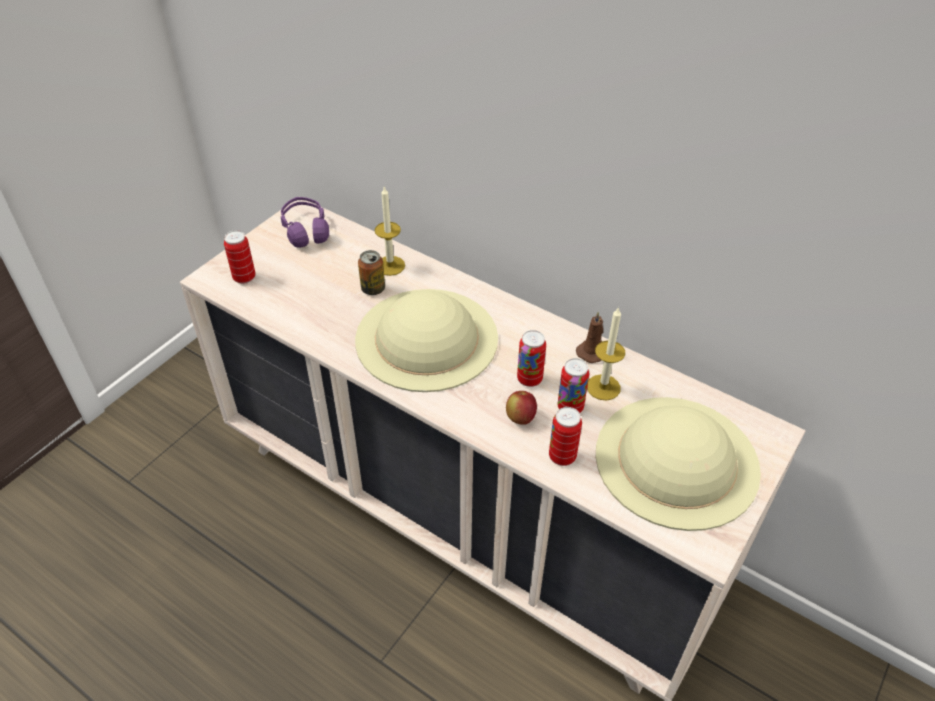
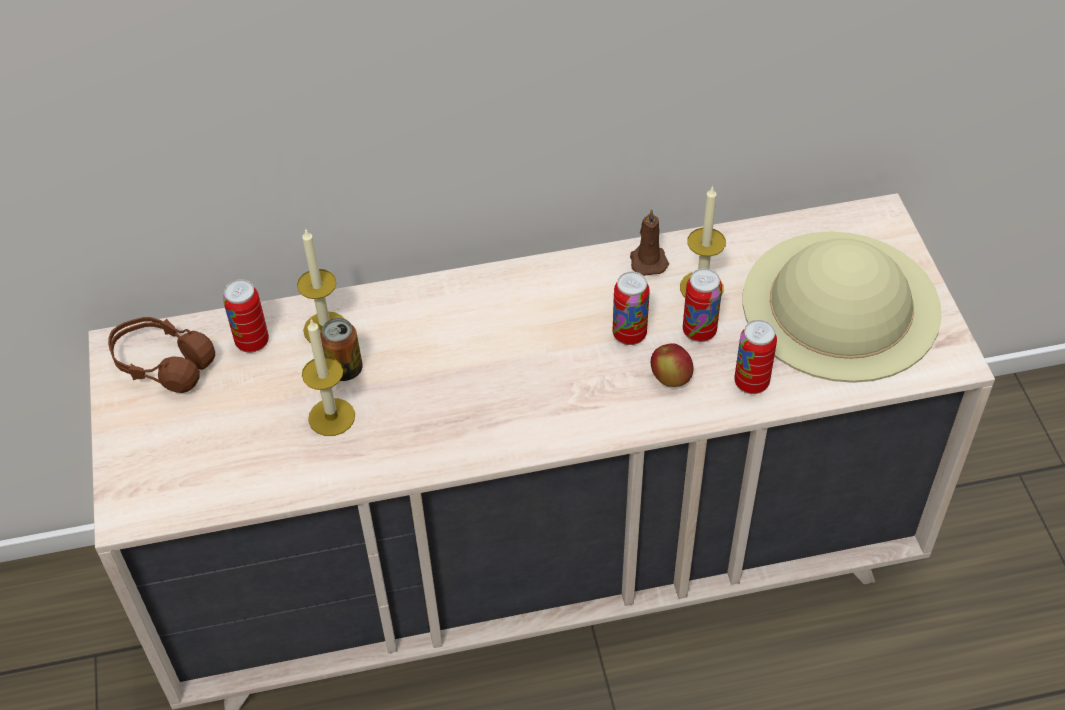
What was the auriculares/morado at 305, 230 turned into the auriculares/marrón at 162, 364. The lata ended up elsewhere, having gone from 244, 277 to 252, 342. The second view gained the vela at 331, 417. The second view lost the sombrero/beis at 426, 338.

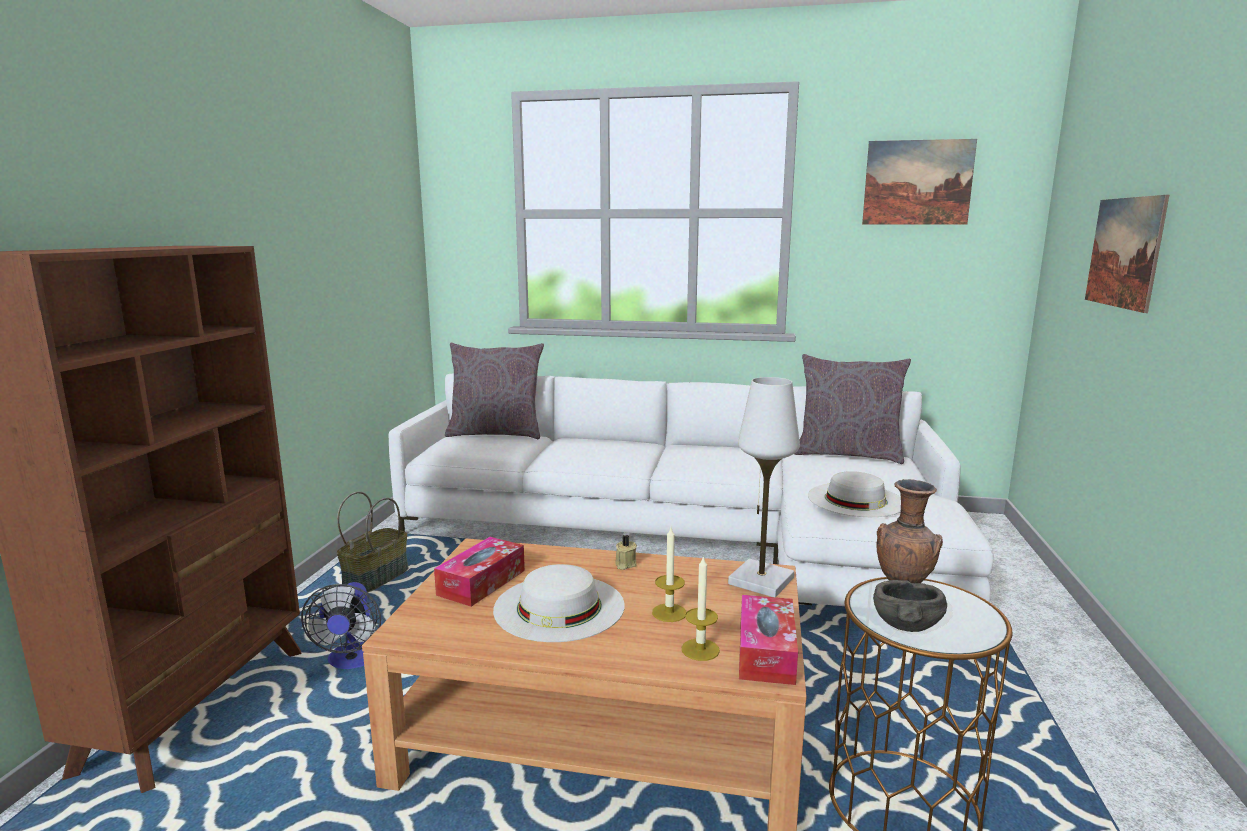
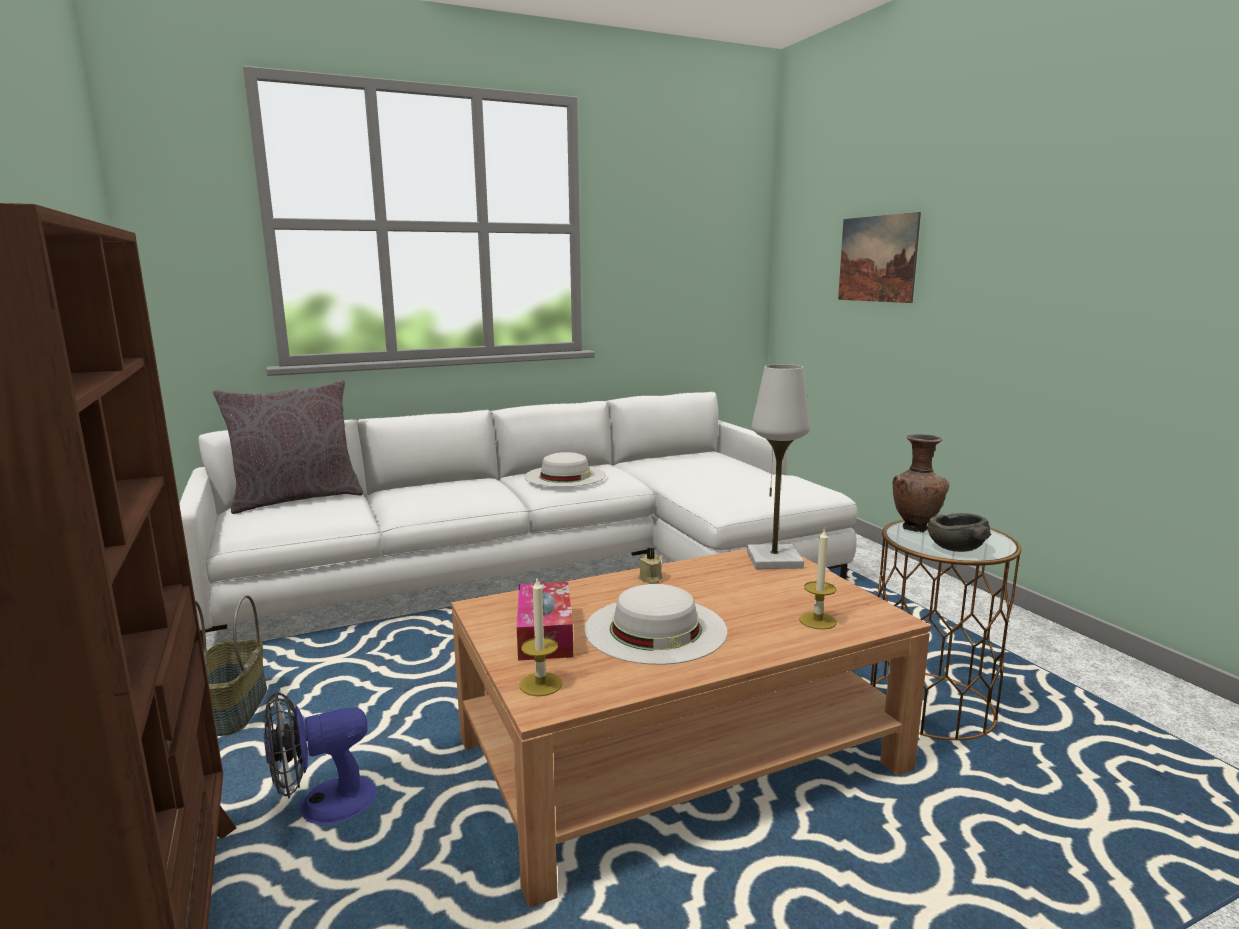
The ventilador at 353, 661 ended up facing another way, 105 degrees clockwise from before. The vela ended up elsewhere, having gone from 669, 613 to 541, 684. The sombrero/blanco ended up elsewhere, having gone from 855, 499 to 565, 476. The second view lost the caja de pañuelos at 766, 652. The second view lost the cojín/gris at 847, 454. The second view lost the cuadro at 917, 182.

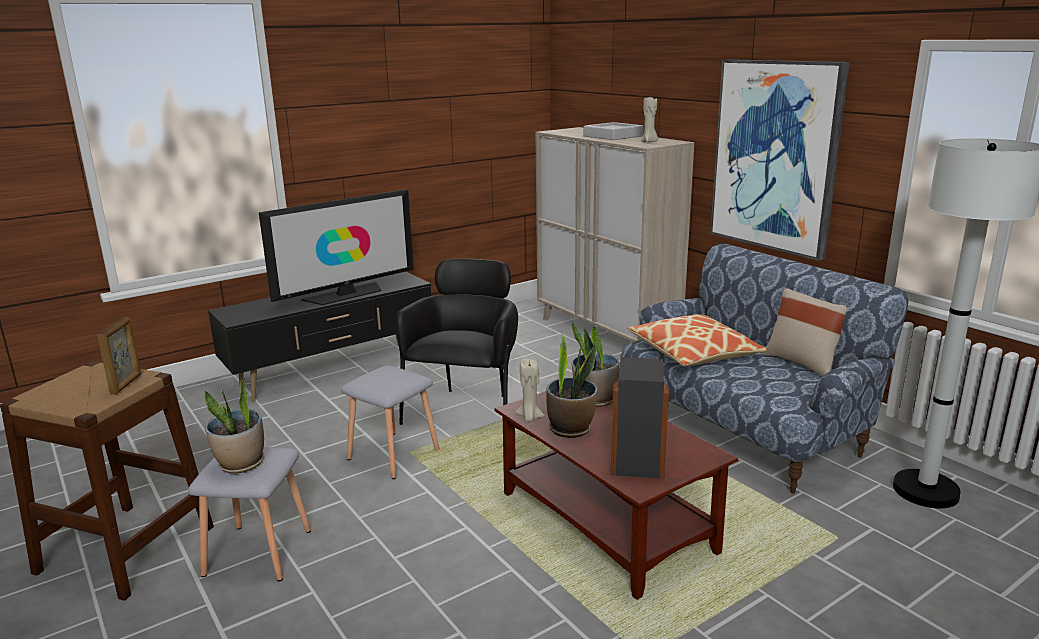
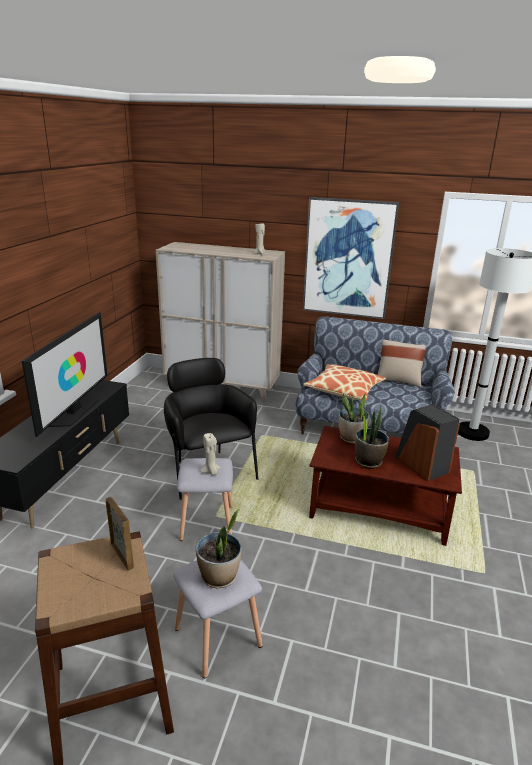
The vela/beis ended up elsewhere, having gone from 529, 417 to 211, 472. The second view lost the bandeja/gris at 613, 136.

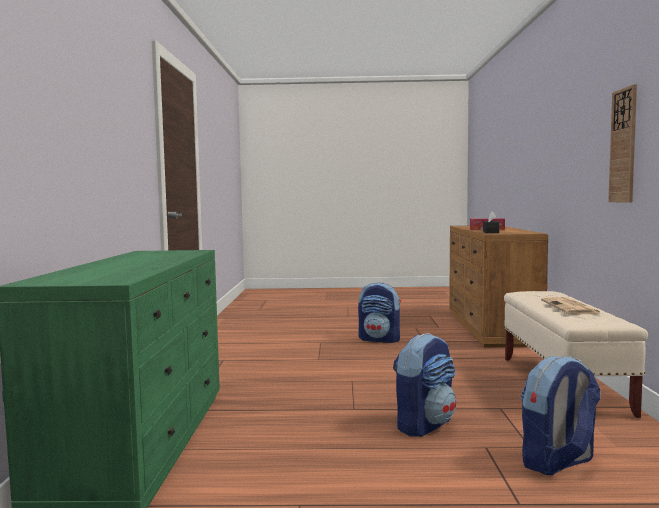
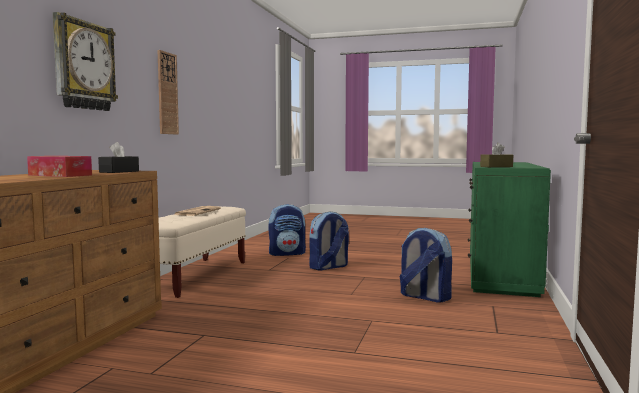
The second view gained the reloj de pared at 83, 65. The mochila ended up elsewhere, having gone from 380, 339 to 424, 297. The second view gained the caja de pañuelos/marrón at 496, 166.

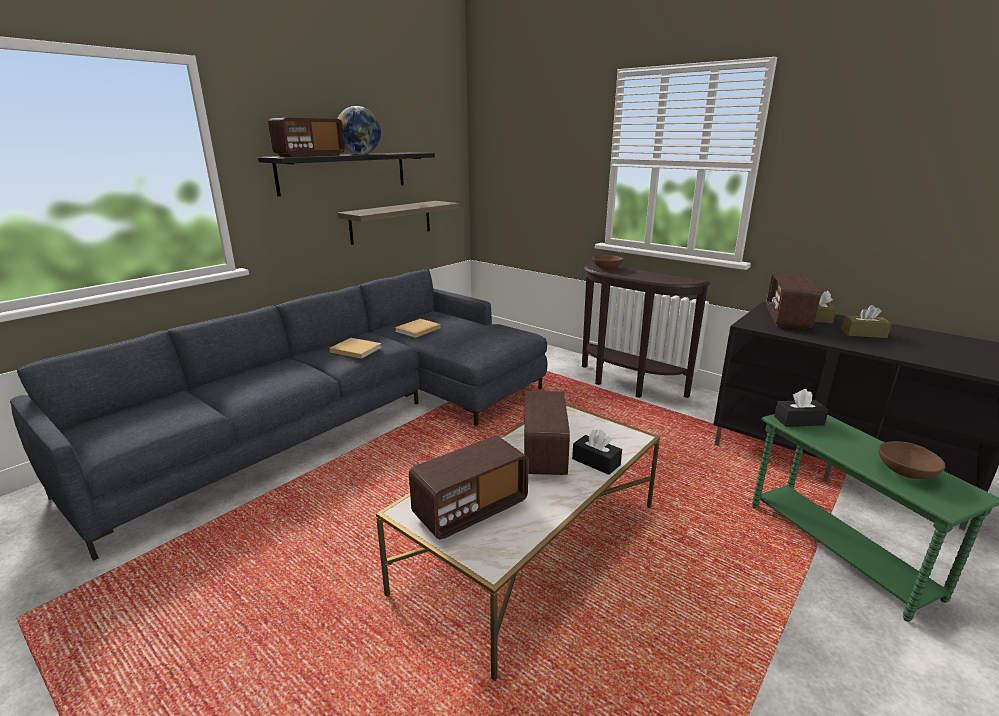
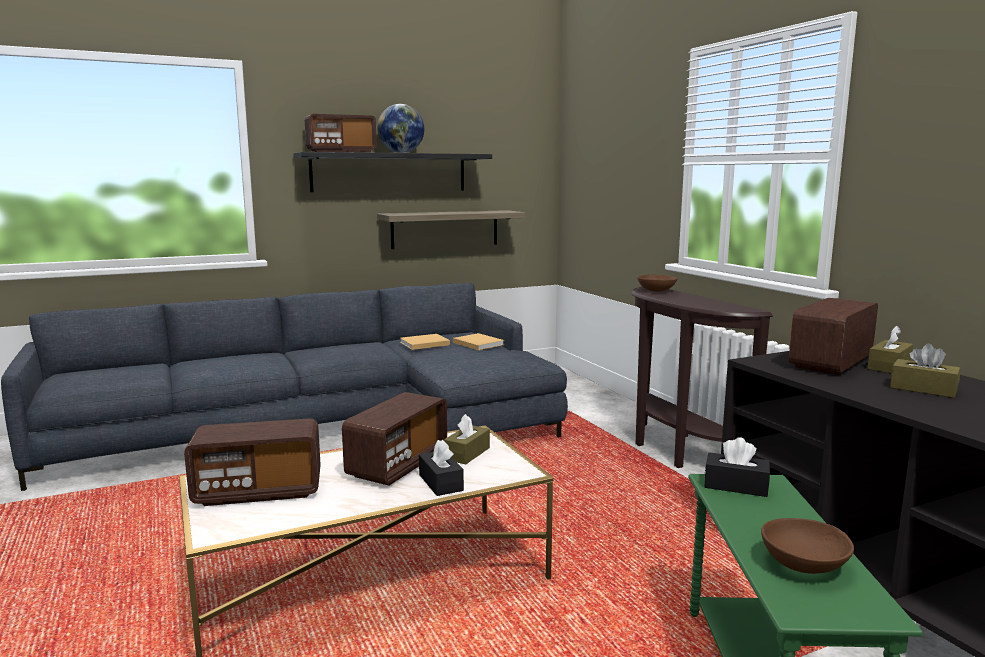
The second view gained the caja de pañuelos/marrón at 467, 453. The libro/beis ended up elsewhere, having gone from 355, 349 to 477, 343.

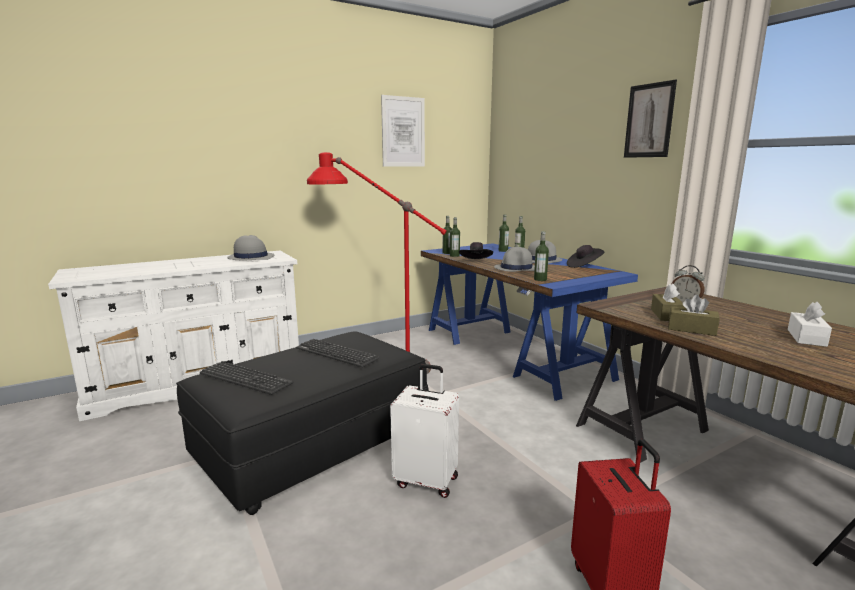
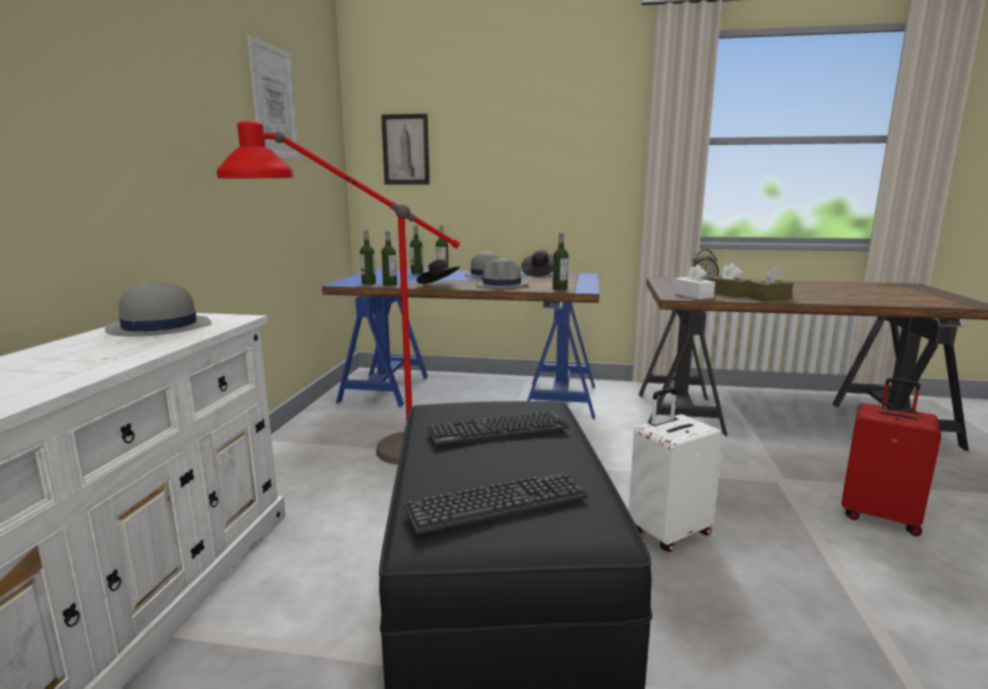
The cuadro ended up elsewhere, having gone from 649, 121 to 406, 149. The caja de pañuelos/blanco ended up elsewhere, having gone from 806, 338 to 693, 295.

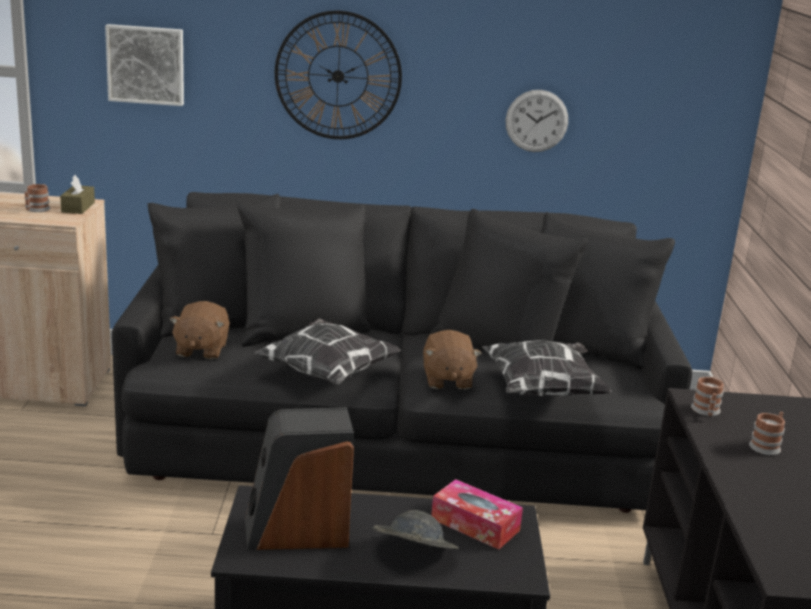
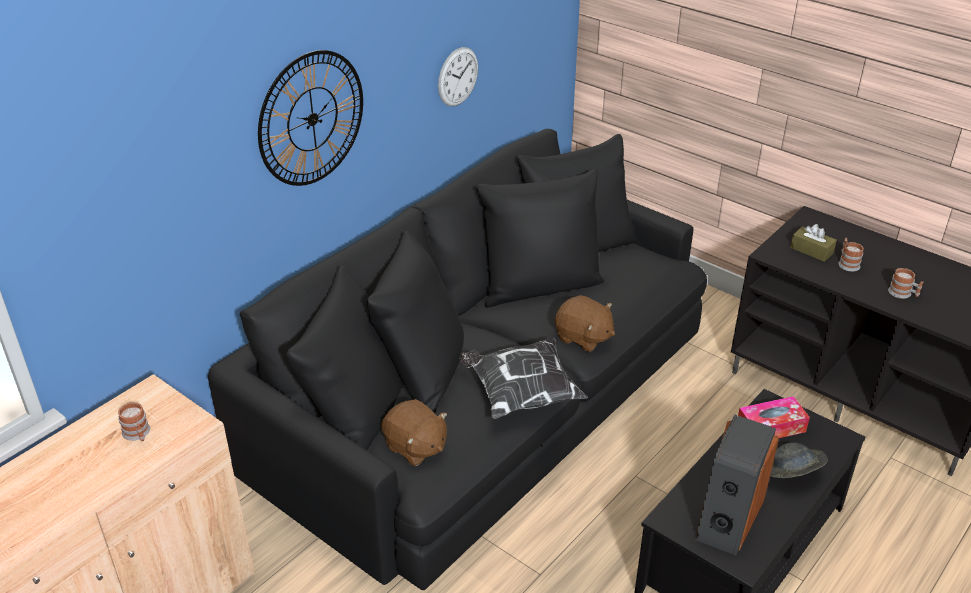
The caja de pañuelos/marrón ended up elsewhere, having gone from 78, 207 to 811, 250. The taza grande ended up elsewhere, having gone from 706, 412 to 903, 294. The second view lost the cuadro at 146, 64. The second view lost the cojín at 543, 390.

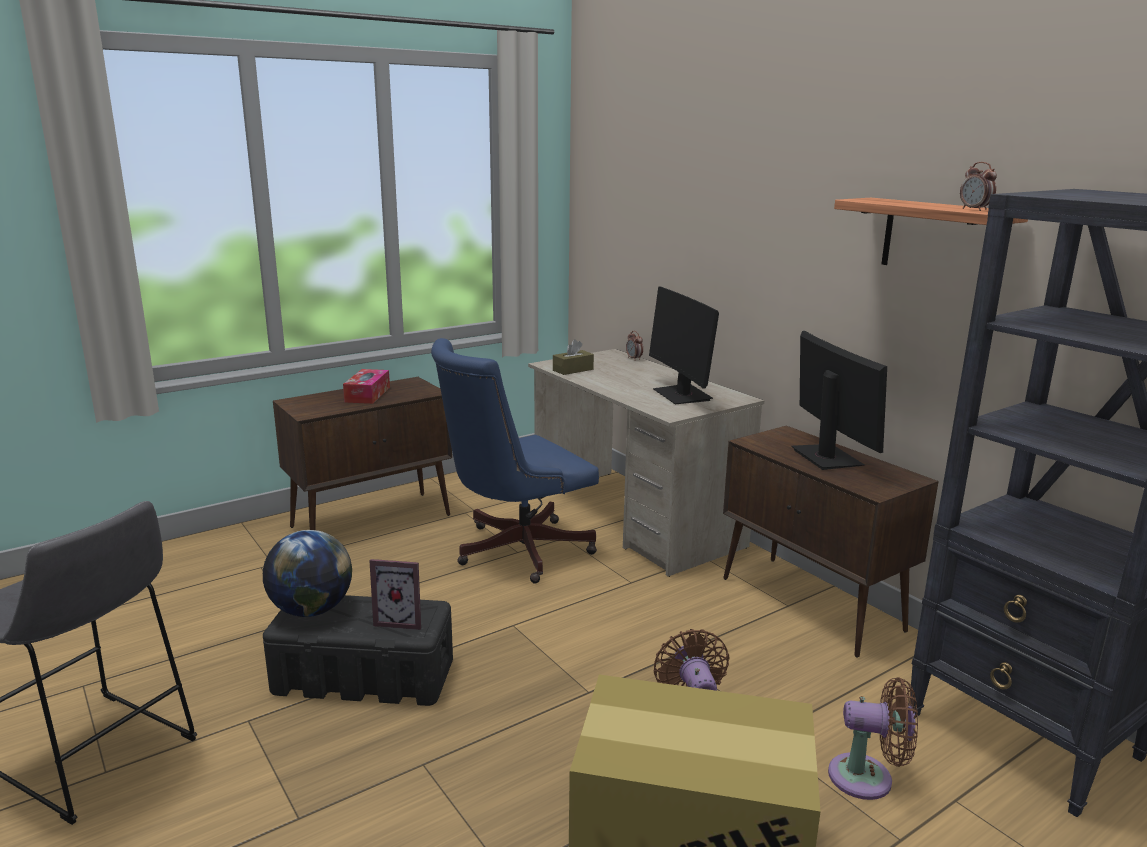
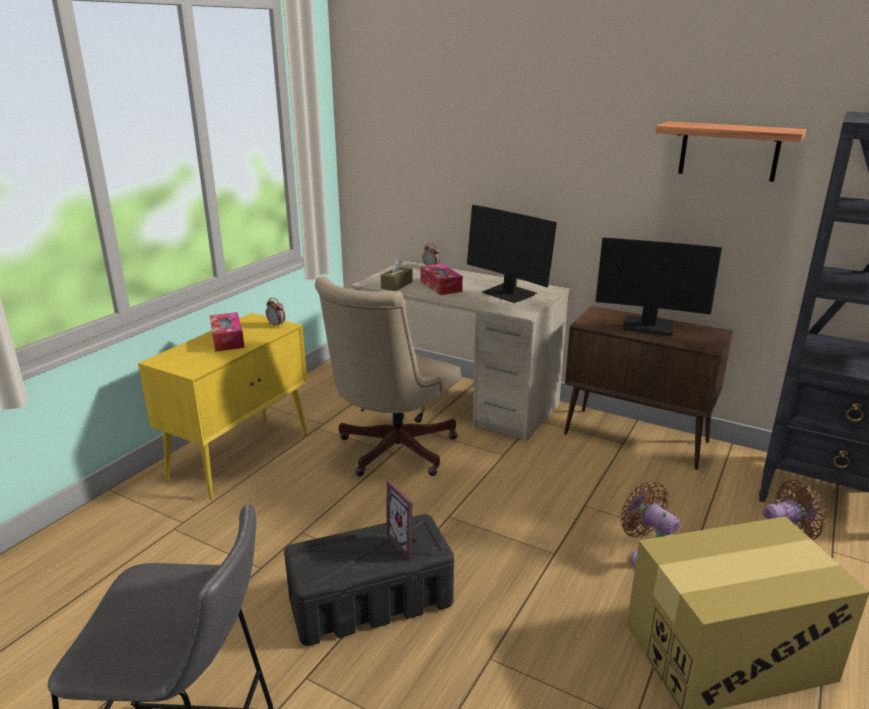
What was the armario/marrón at 373, 520 turned into the armario/amarillo at 241, 455. The despertador ended up elsewhere, having gone from 974, 210 to 276, 325. What was the silla de oficina/azul at 514, 551 turned into the silla de oficina/beis at 391, 452. The portarretratos at 401, 620 ended up facing another way, 75 degrees clockwise from before. The second view gained the caja de pañuelos at 441, 286. The monitor at 826, 457 ended up facing another way, 150 degrees clockwise from before. The second view lost the globo terráqueo at 311, 610.

